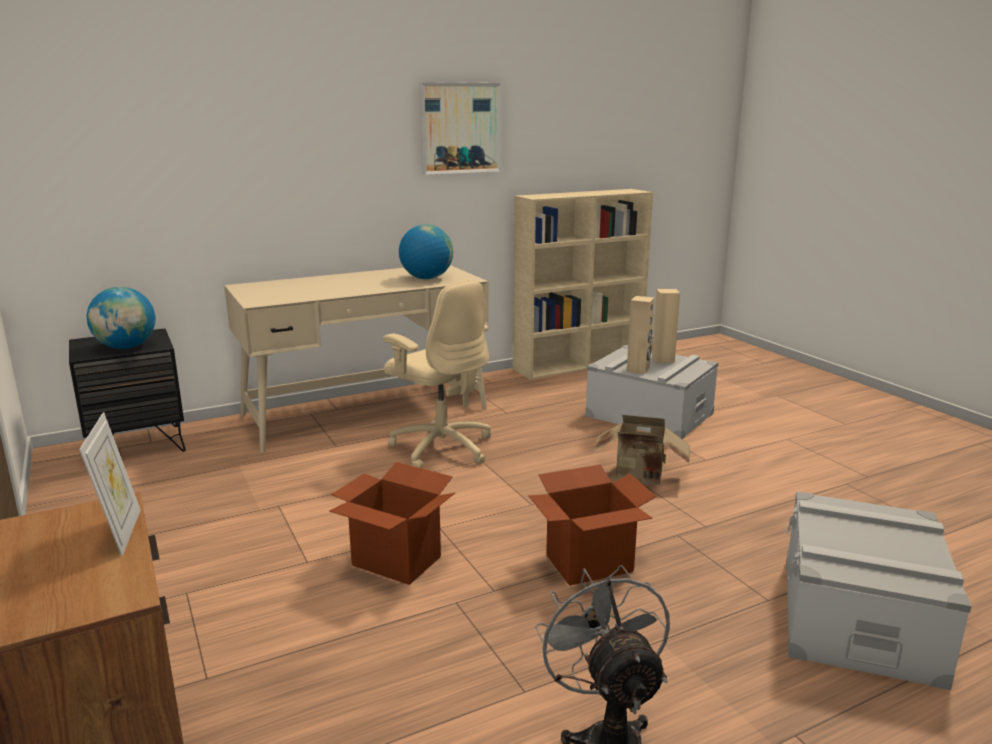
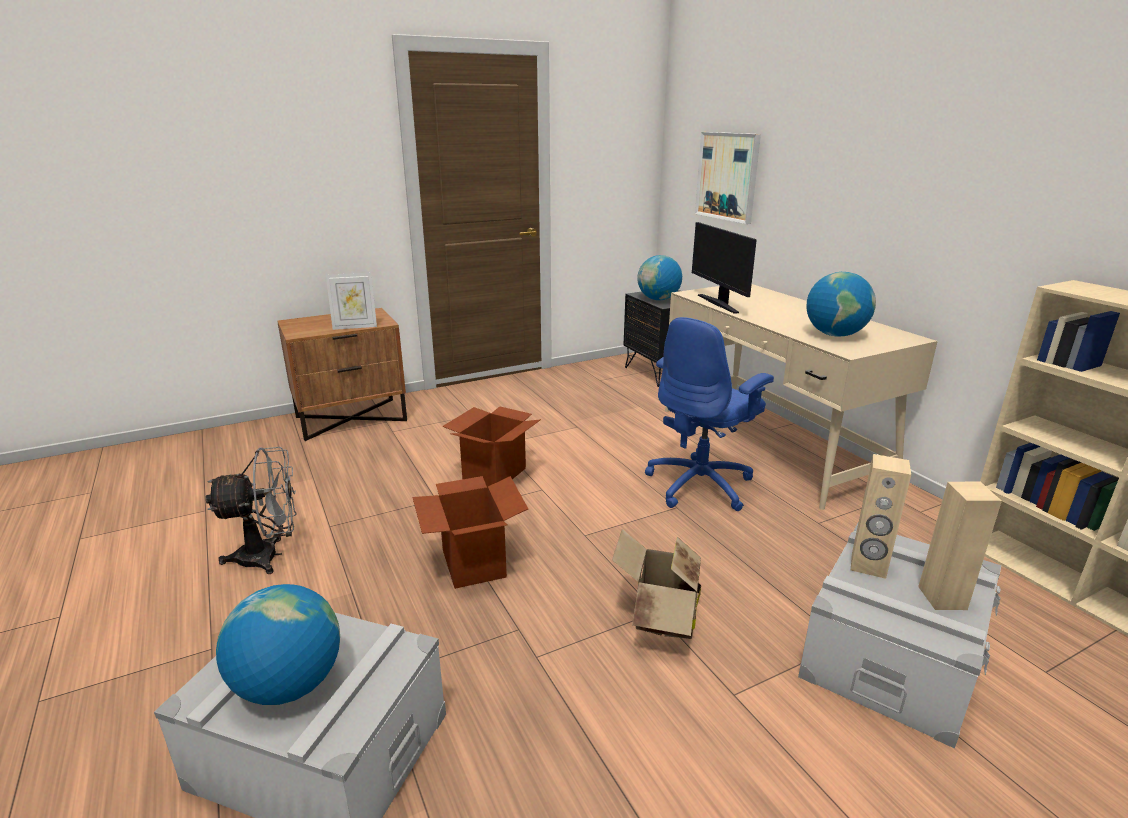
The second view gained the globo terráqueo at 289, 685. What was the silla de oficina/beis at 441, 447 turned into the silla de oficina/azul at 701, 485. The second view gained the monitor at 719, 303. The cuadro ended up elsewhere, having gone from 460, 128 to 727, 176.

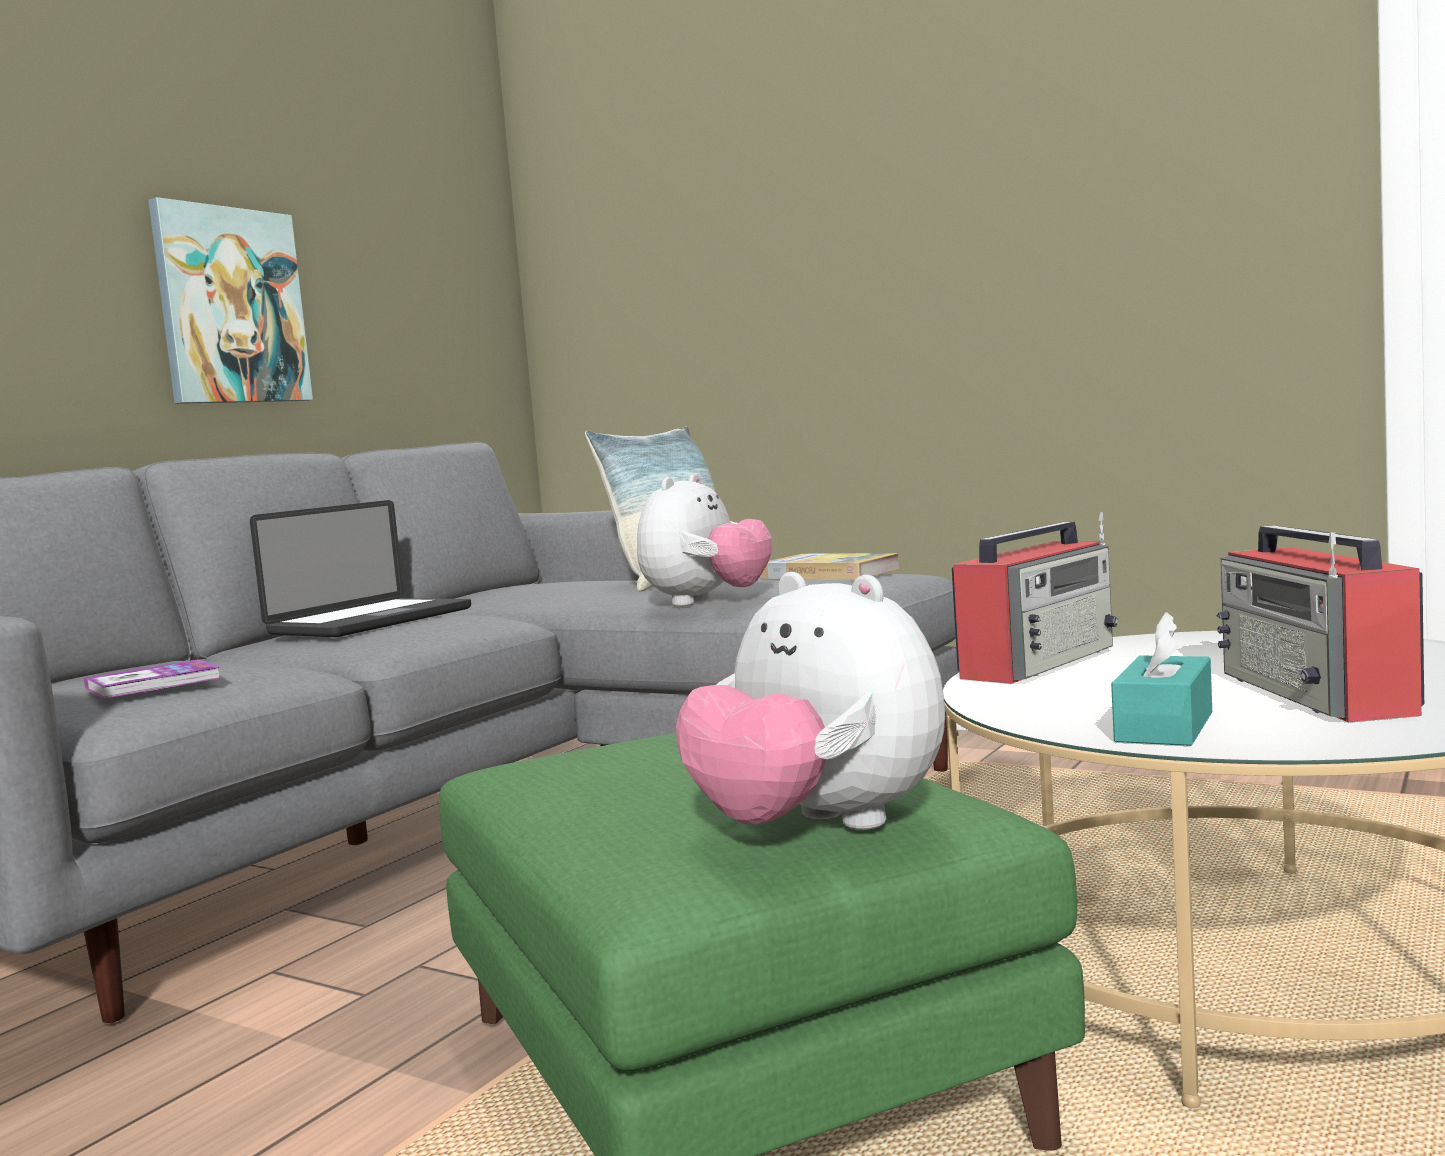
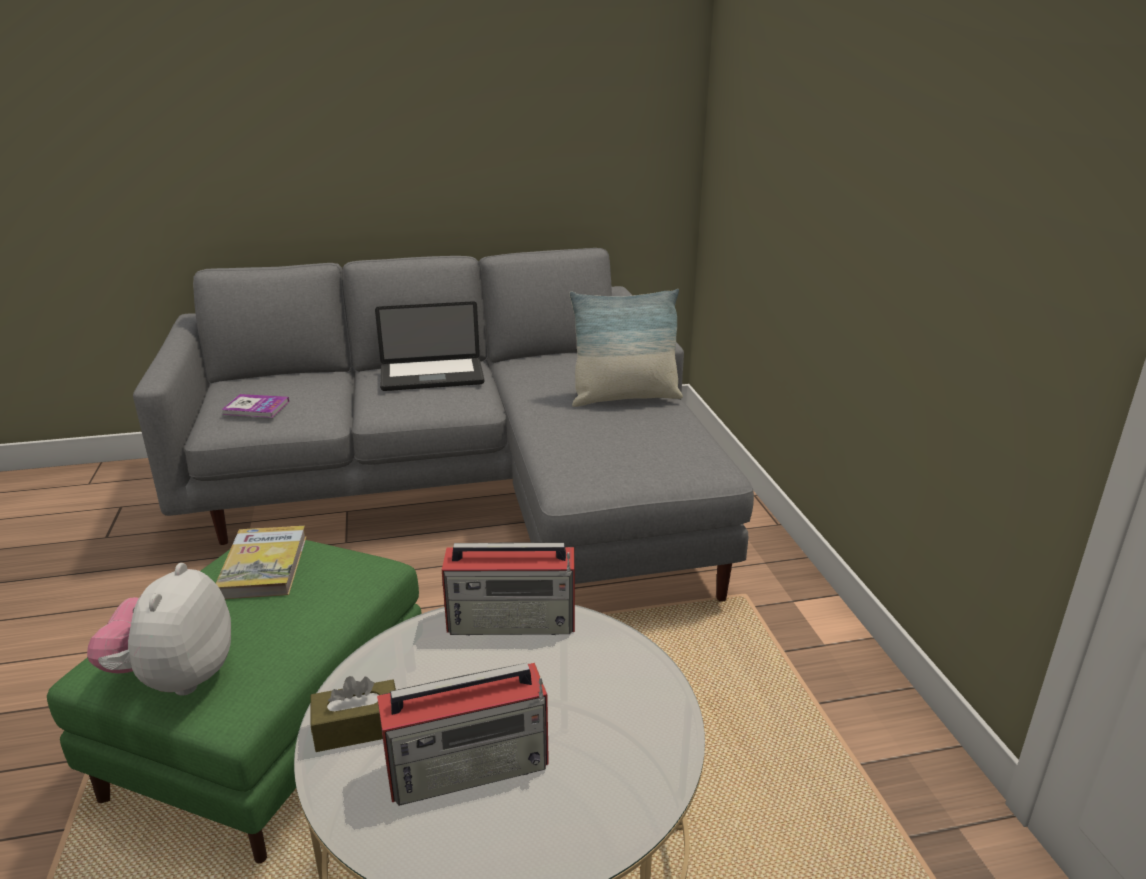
The libro ended up elsewhere, having gone from 829, 574 to 264, 566. What was the caja de pañuelos/turquesa at 1164, 727 turned into the caja de pañuelos/marrón at 357, 728. The radio at 1317, 694 ended up facing another way, 150 degrees counterclockwise from before. The second view lost the cuadro at 231, 306. The second view lost the peluche at 706, 602.

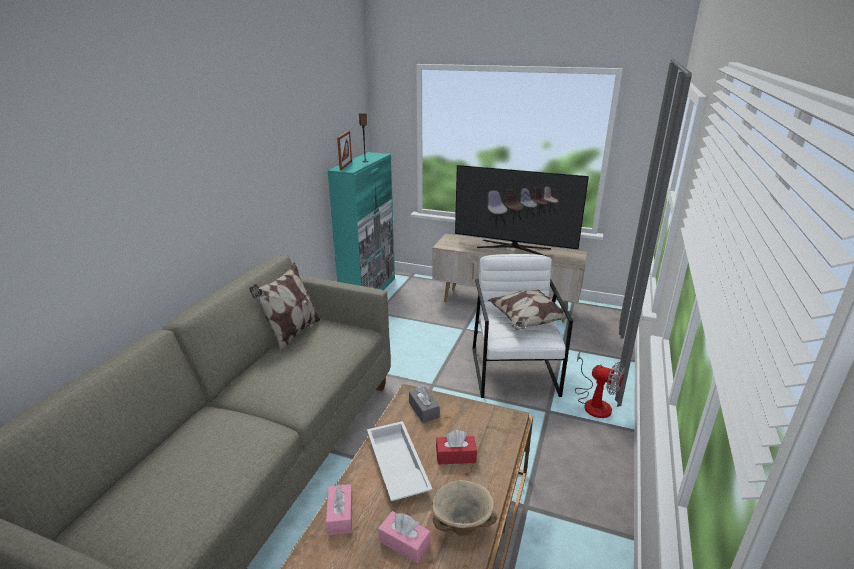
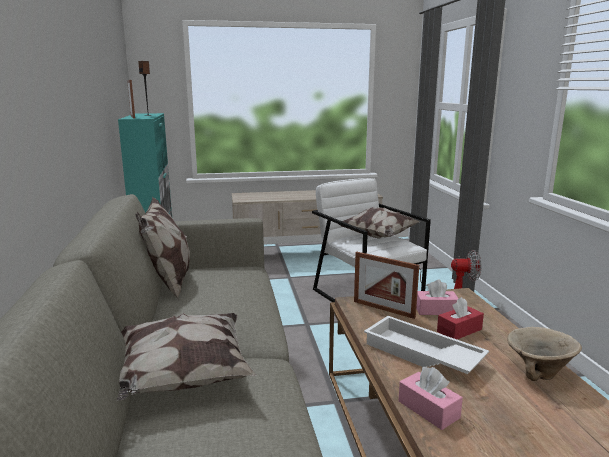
The second view gained the cojín at 181, 379. Where the caja de pañuelos/gris stood at 423, 410, the portarretratos came to stand at 383, 309. The caja de pañuelos/rosa ended up elsewhere, having gone from 404, 543 to 436, 310. The second view lost the televisor at 513, 248.

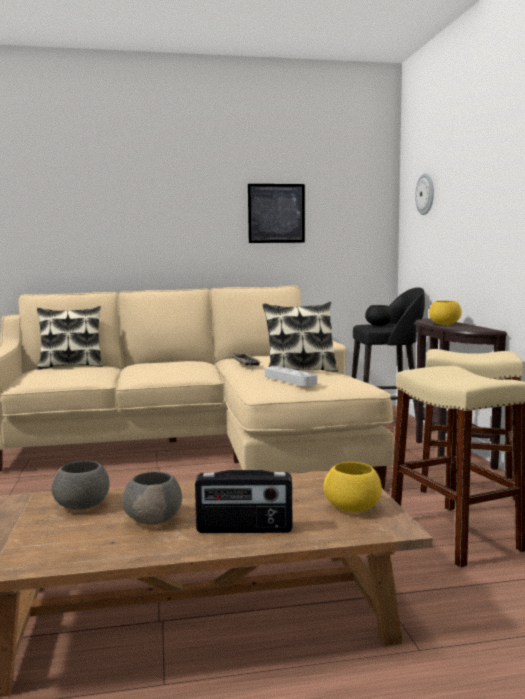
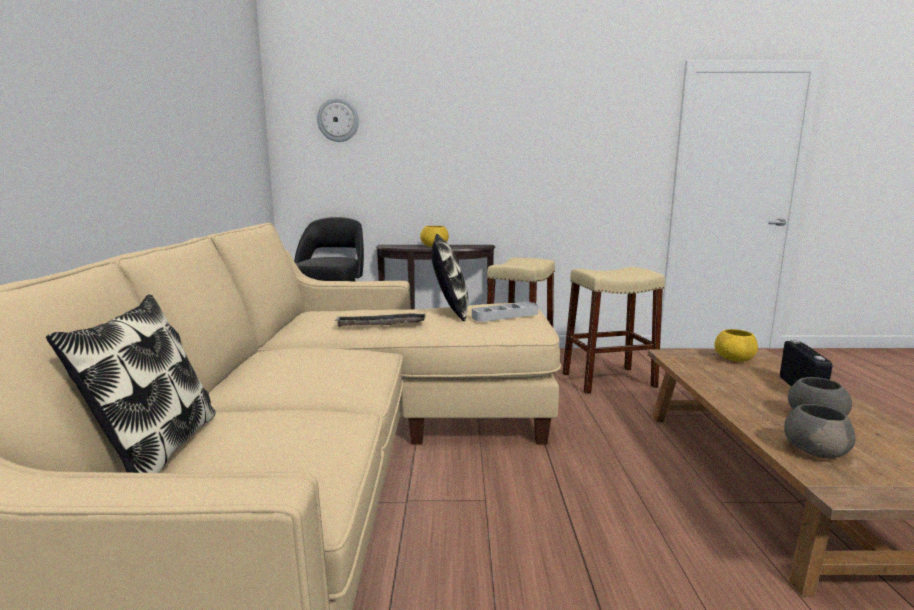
The second view lost the cuadro at 276, 213. The second view lost the cuenco/negro at 379, 325.

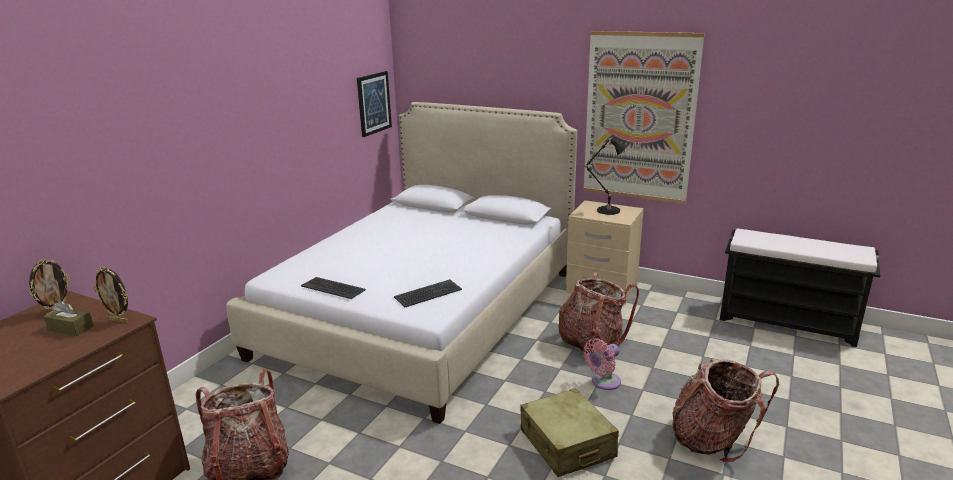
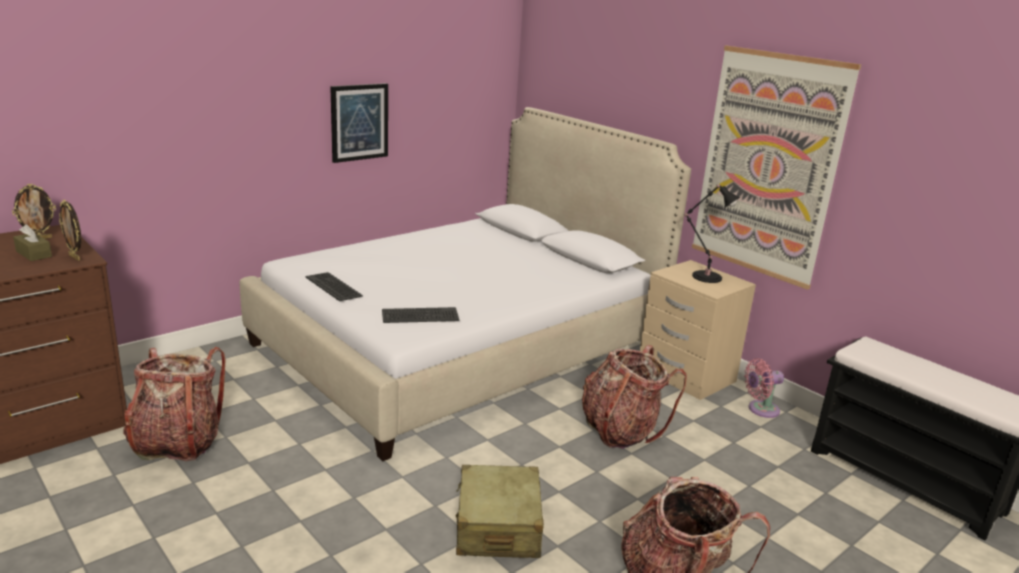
The cuadro ended up elsewhere, having gone from 373, 103 to 359, 122. The ventilador/rosa ended up elsewhere, having gone from 603, 382 to 760, 409.

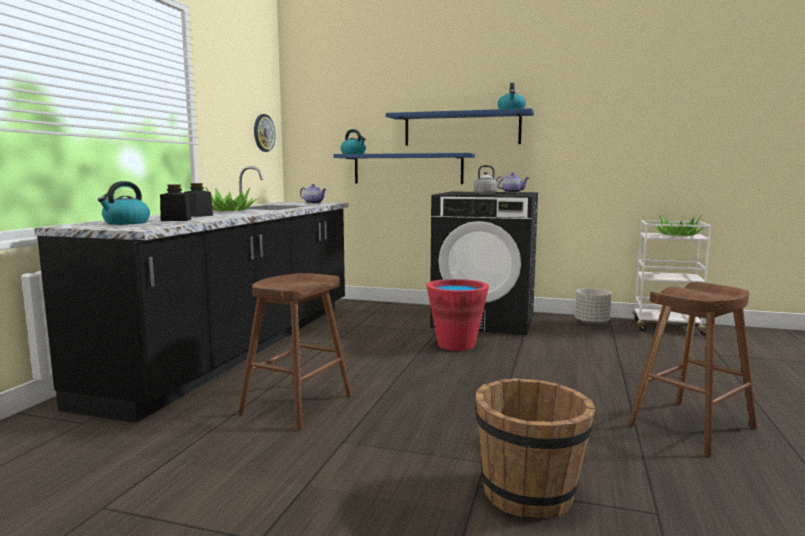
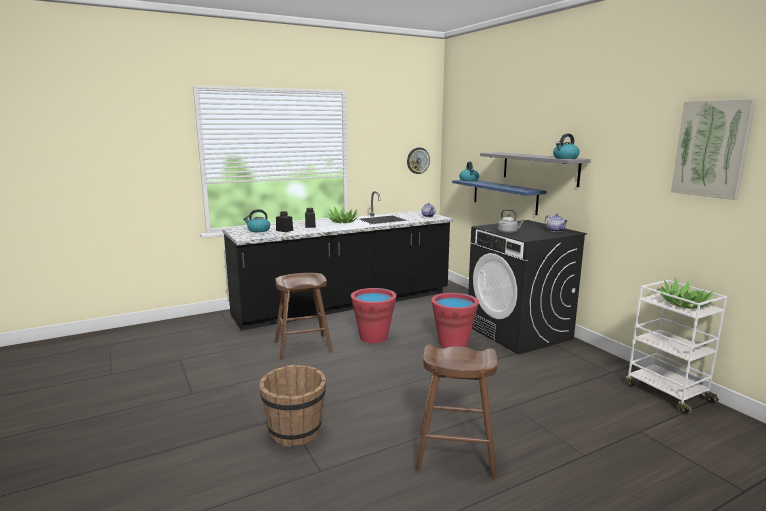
The second view gained the cubo/rojo at 373, 337. What was the estante/azul at 461, 129 turned into the estante/gris at 539, 168. The second view gained the cuadro at 712, 149. The second view lost the maceta/gris at 591, 322.

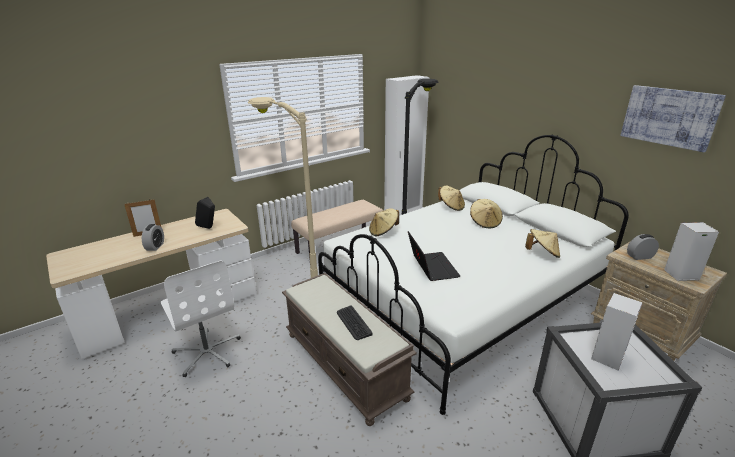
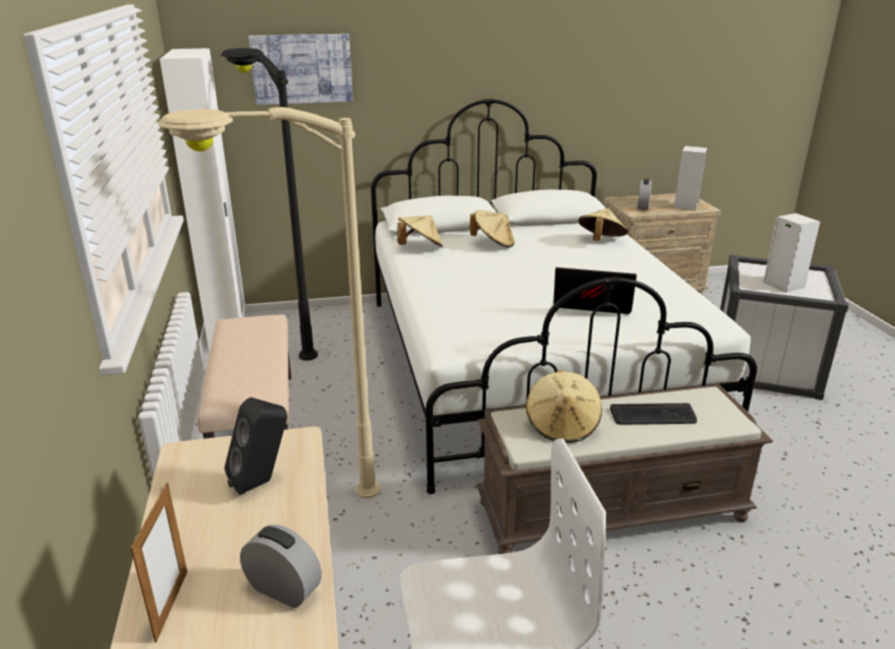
The cuadro ended up elsewhere, having gone from 669, 117 to 302, 69. The sombrero/beis ended up elsewhere, having gone from 383, 231 to 562, 426.

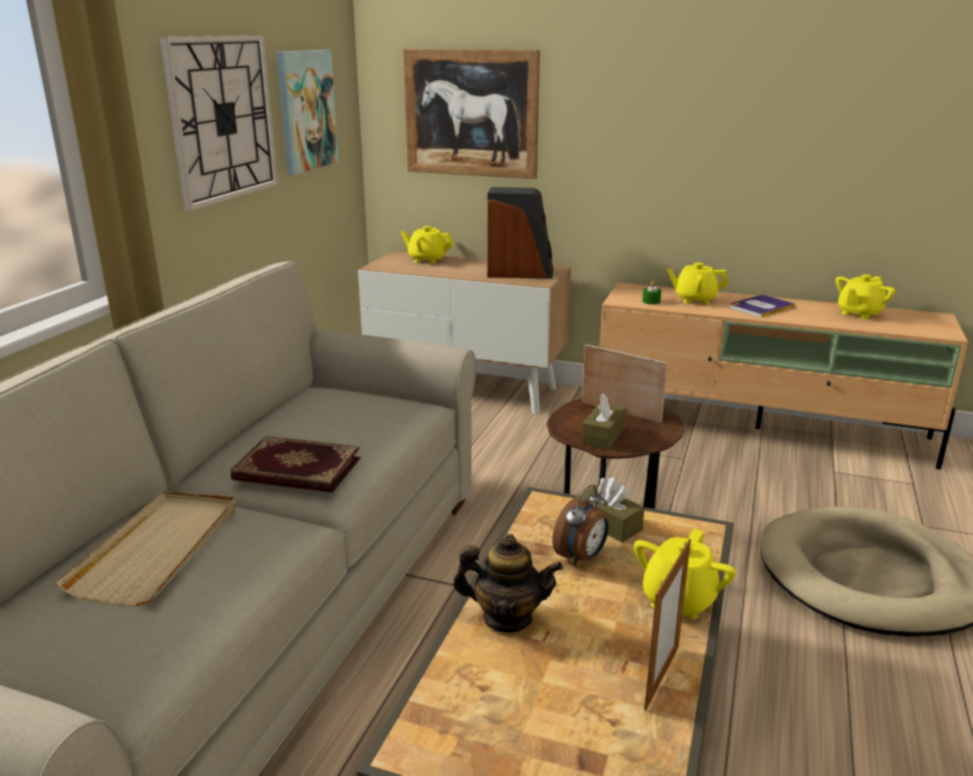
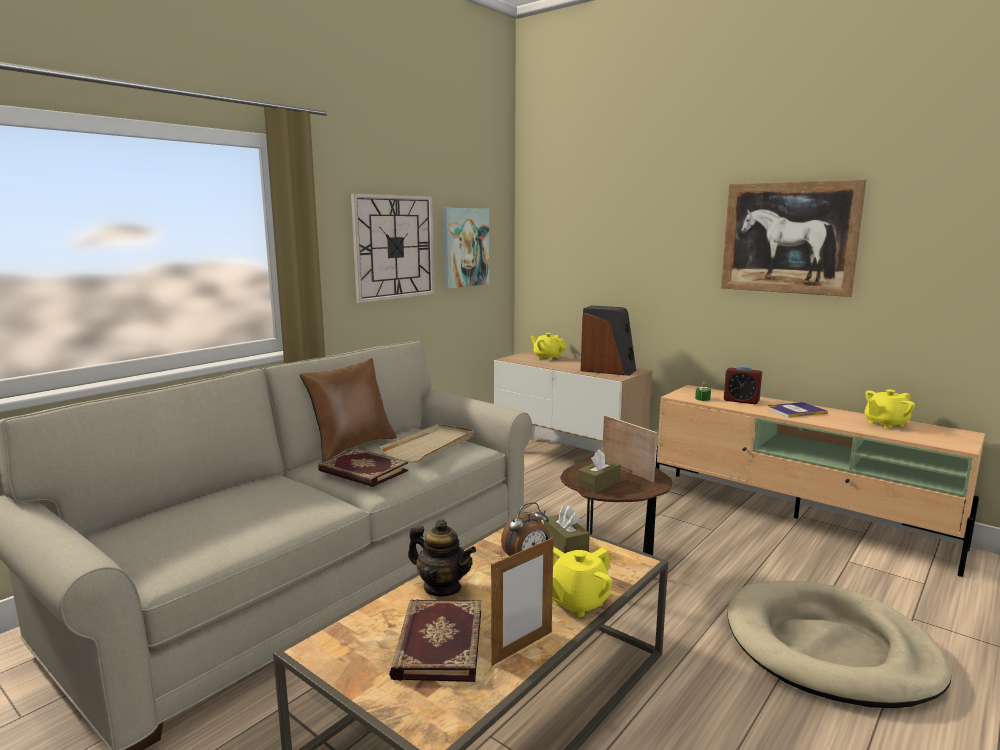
The second view gained the cojín/marrón at 352, 447. The bandeja/beis ended up elsewhere, having gone from 159, 549 to 430, 446. The second view gained the libro at 437, 643. The cuadro ended up elsewhere, having gone from 471, 113 to 788, 238. Where the tetera/amarillo stood at 694, 300, the despertador came to stand at 741, 401.

